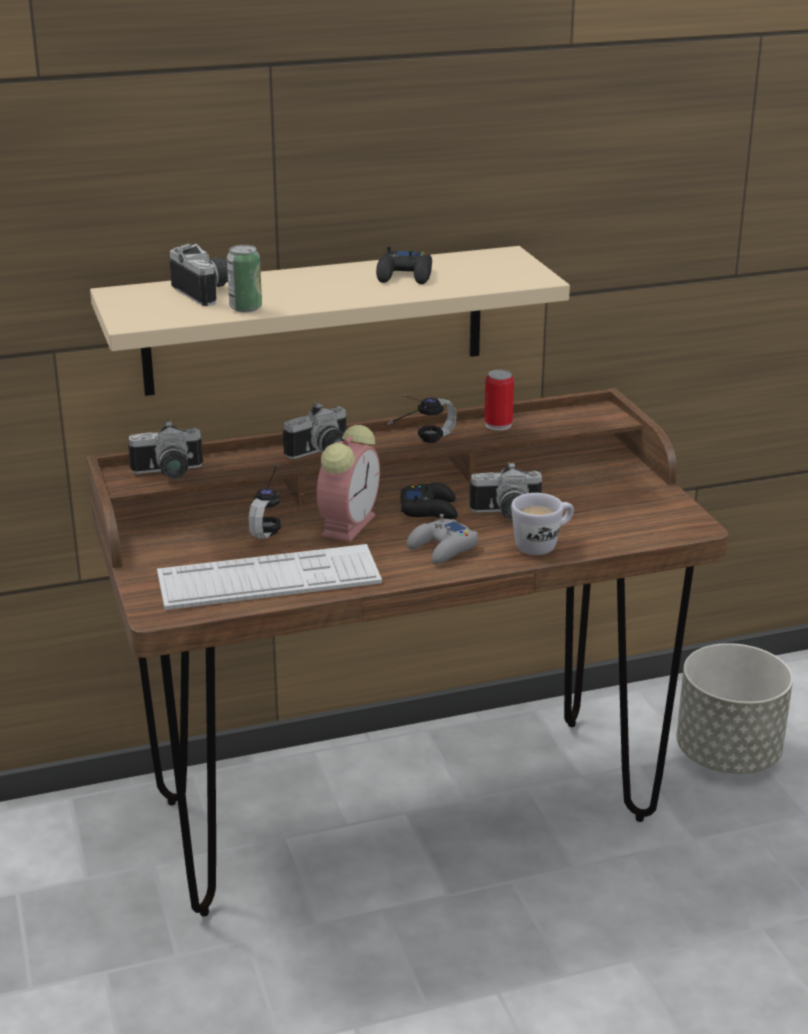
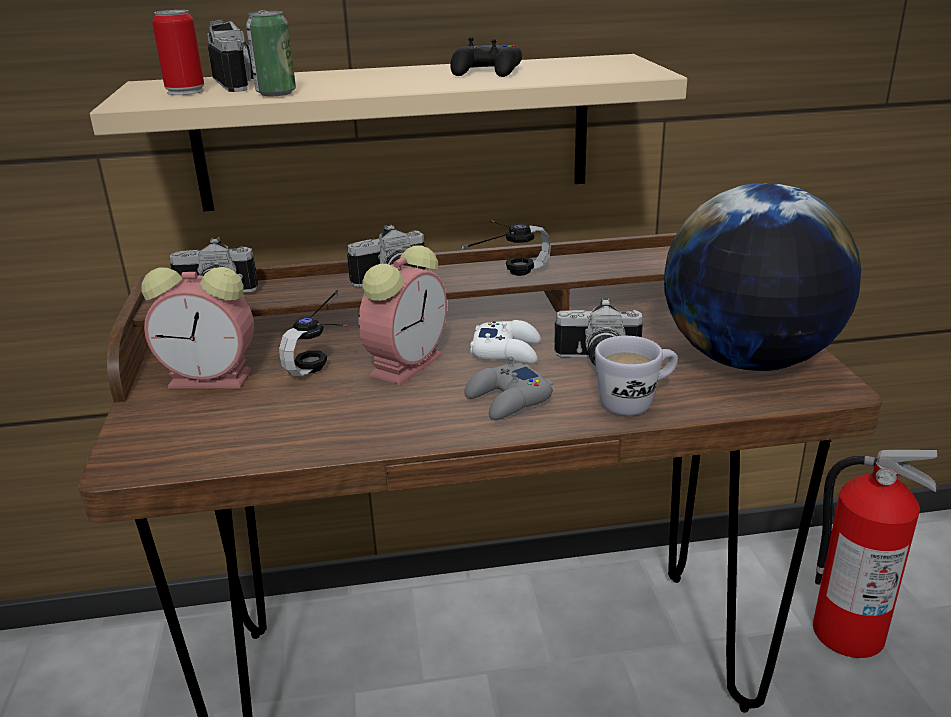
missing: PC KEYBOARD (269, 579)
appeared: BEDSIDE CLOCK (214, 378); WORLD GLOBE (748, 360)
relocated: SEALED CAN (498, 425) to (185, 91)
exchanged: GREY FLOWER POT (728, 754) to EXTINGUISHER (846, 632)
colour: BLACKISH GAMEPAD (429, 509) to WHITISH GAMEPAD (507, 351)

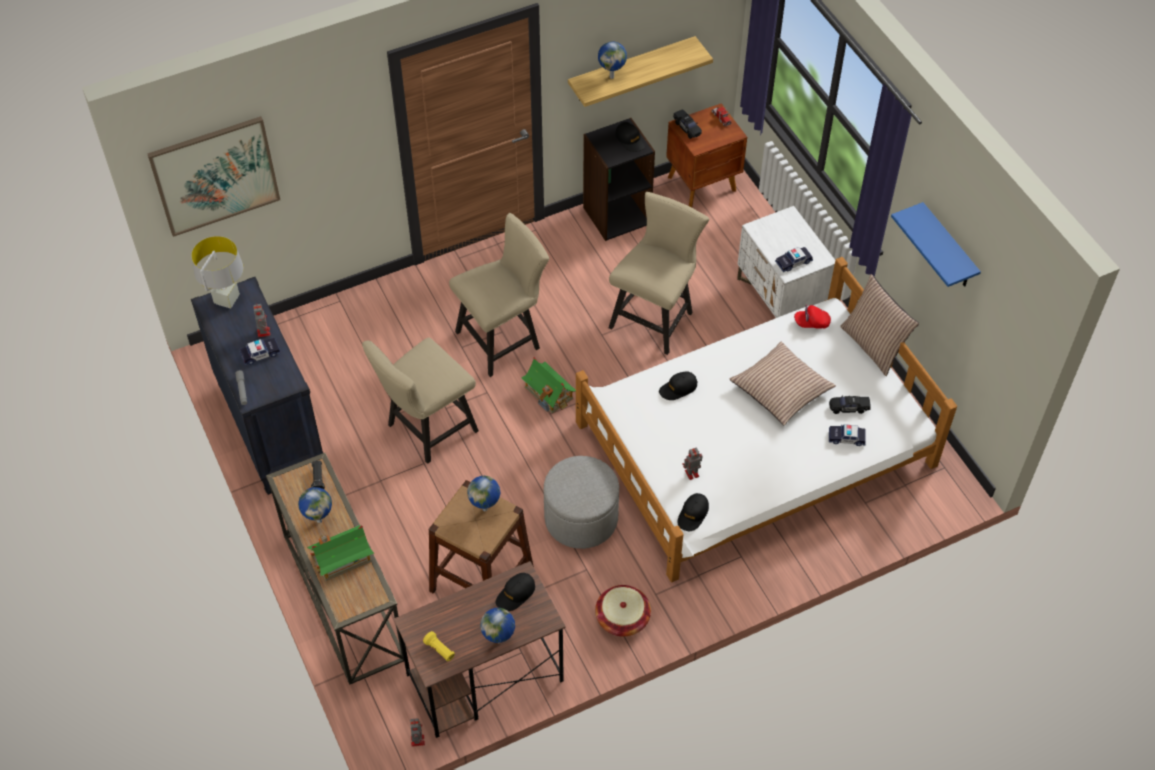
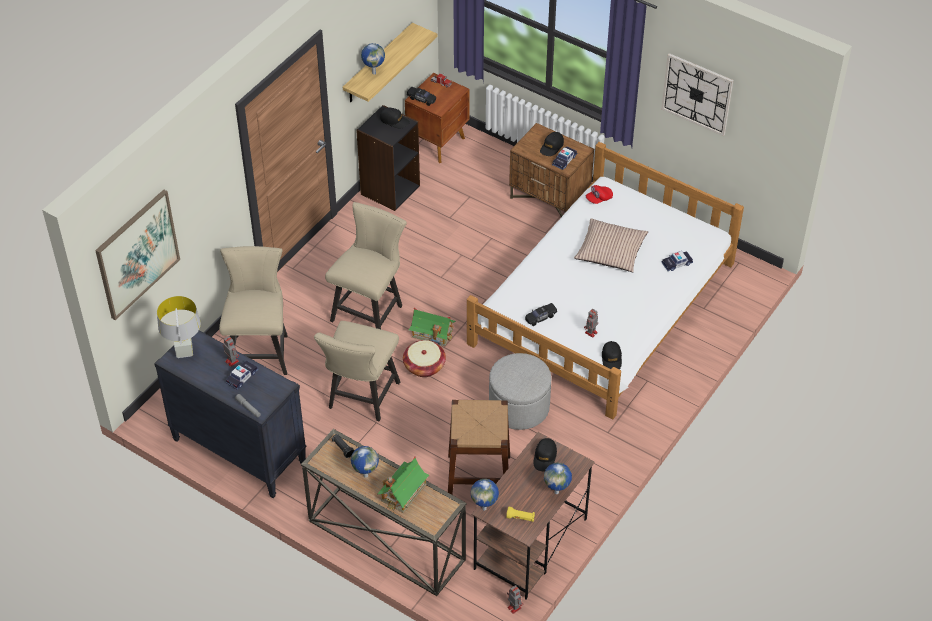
missing: PILLOW (873, 346)
relocated: BEIGE-COLOURED CHAIR (655, 317) to (260, 350); HOUSEHOLD BASKET (622, 618) to (424, 366); WORLD GLOBE (486, 509) to (485, 508); BLACKISH MODEL CAR (848, 407) to (540, 317); BLACKISH PEAKED CAP (678, 388) to (551, 147)
exchanged: BLUE-COLOURED BRACKET SHELF (948, 248) to CLOCK ON THE WALL (697, 94)
colour: WHITISH BEDSIDE TABLE (781, 298) to BROWNISH BEDSIDE TABLE (550, 198)

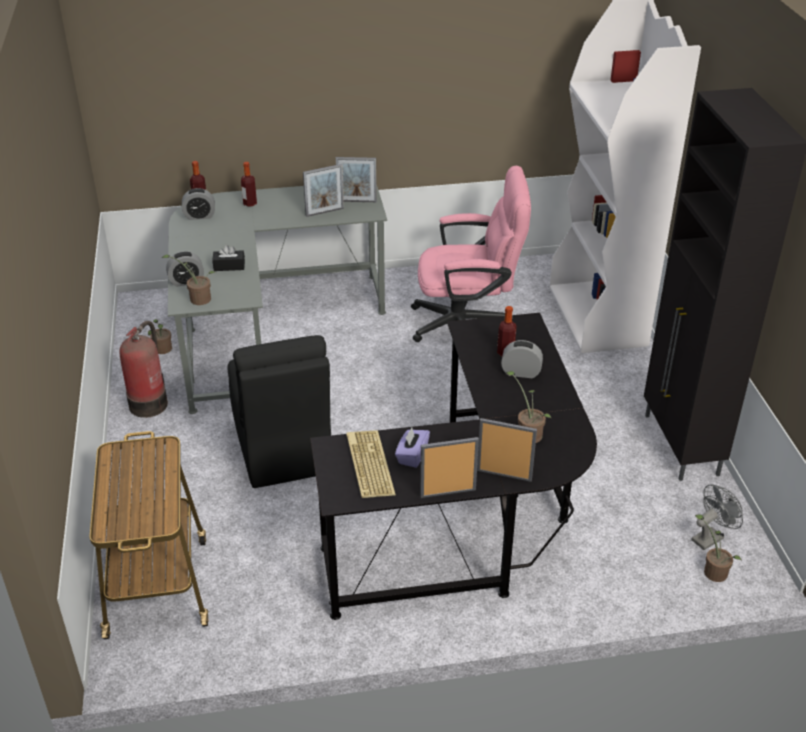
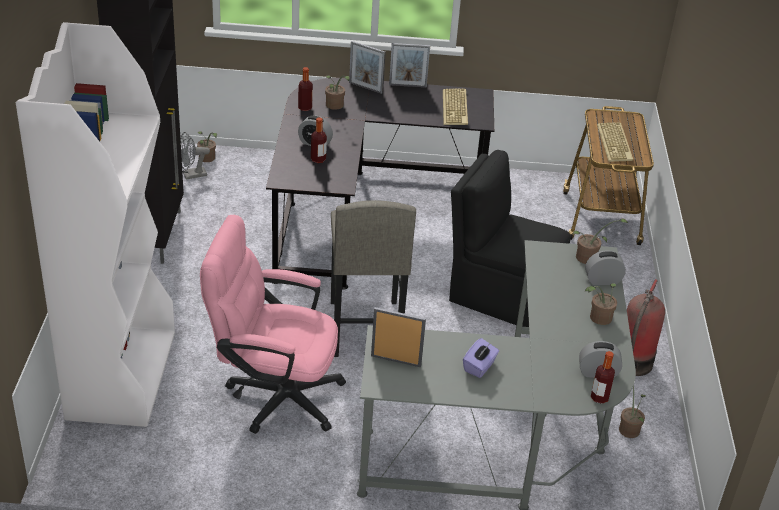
missing: BLACKISH BOX OF TISSUES (229, 266); PICTURE FRAME (324, 212)
appeared: GREY SITTING STOOL (364, 328); HOUSEPLANT (598, 318); PC KEYBOARD (615, 143)
relocated: DRINK BOTTLE (250, 203) to (305, 108); PURPLE BOX OF TISSUES (412, 456) to (479, 367)
spun: BLACKISH CHAIR (282, 450) = (502, 295) 60 degrees counterclockwise

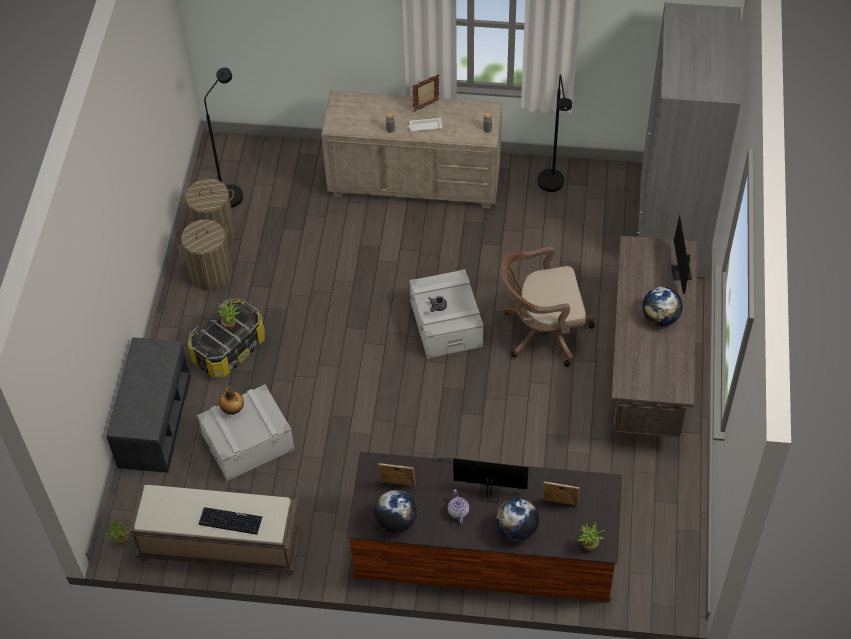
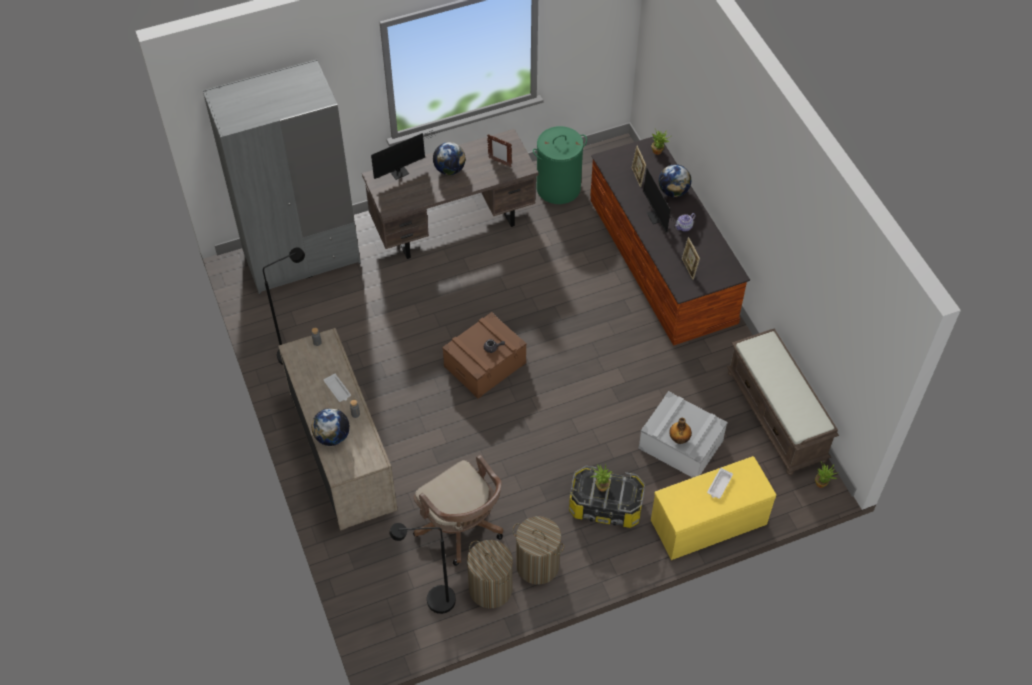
missing: PC KEYBOARD (230, 521)
appeared: GREENISH HAMPER (558, 188); WHITISH CARRYING TRAY (719, 485)
relocated: WORLD GLOBE (396, 521) to (332, 437); BROWNISH DESK CHAIR (541, 332) to (462, 528); PICTURE FRAME (426, 106) to (499, 162)
colour: GREY STORAGE CONTAINER (446, 324) to BROWNISH STORAGE CONTAINER (485, 364); GREY LONG SEAT (154, 420) to YELLOW-COLOURED LONG SEAT (708, 523)

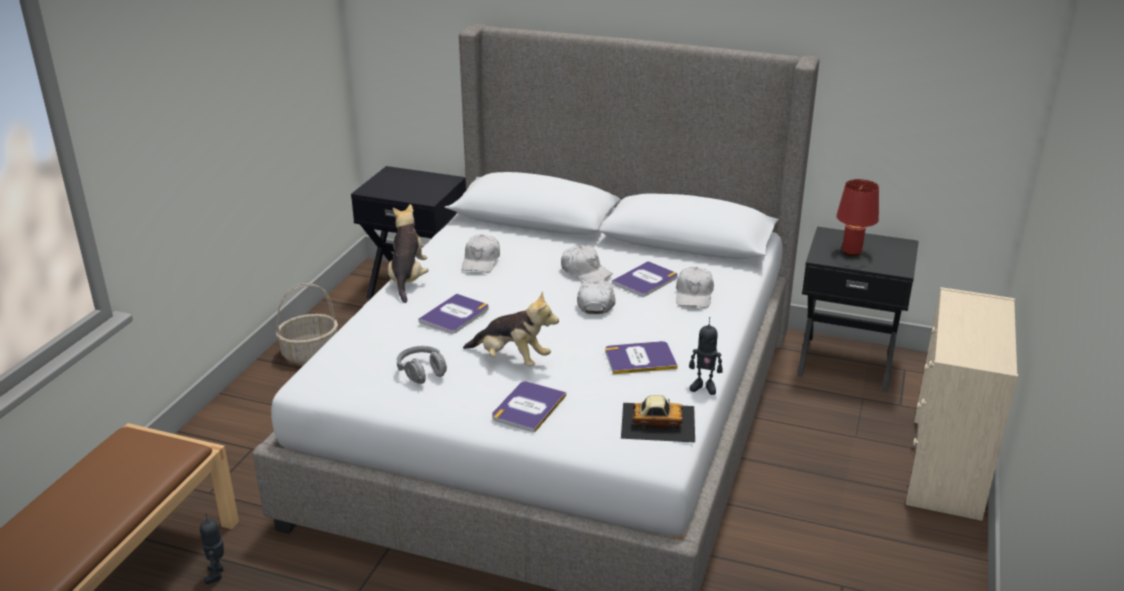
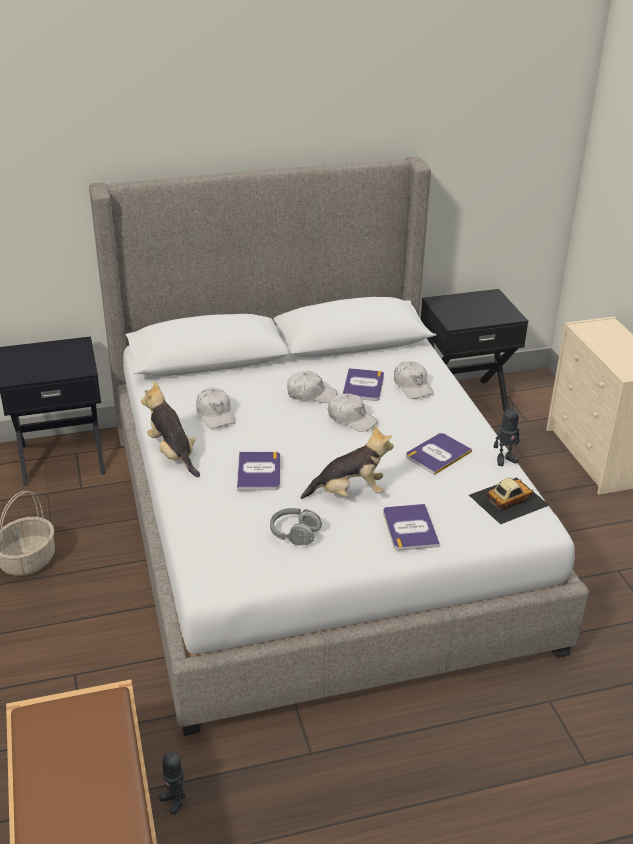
missing: RED-COLOURED LAMP FOR A TABLE (852, 252)
spun: WHITISH PEAKED CAP (596, 303) = (352, 419) 150 degrees clockwise

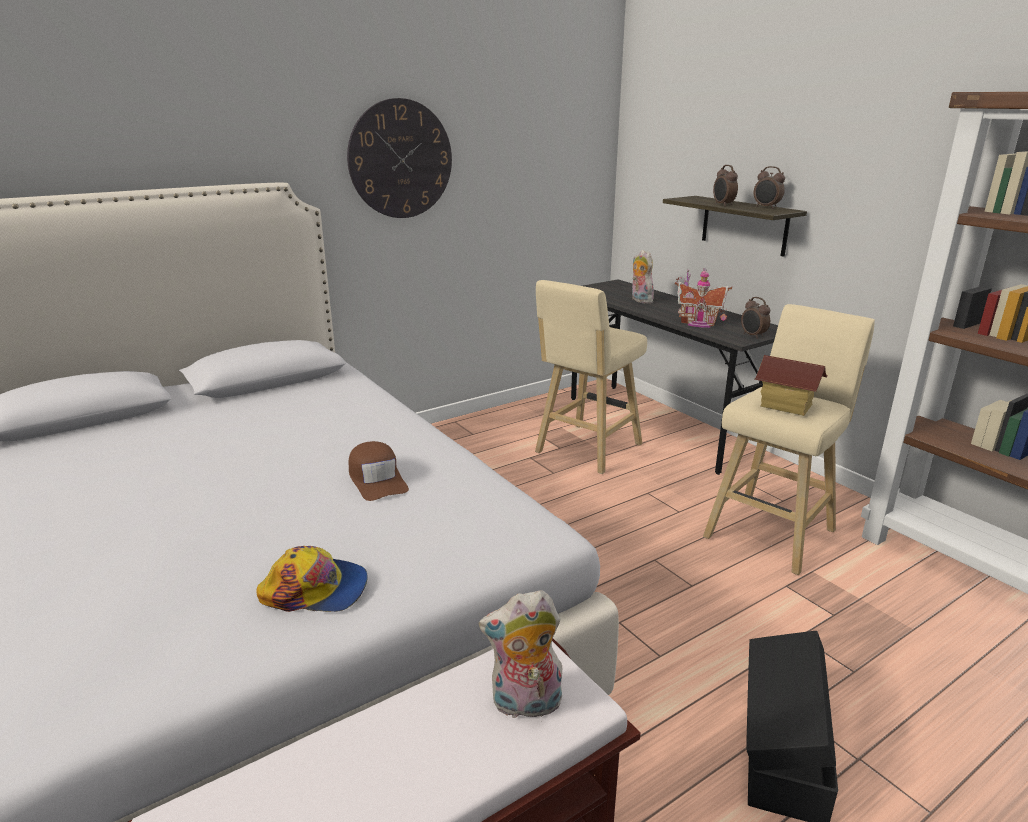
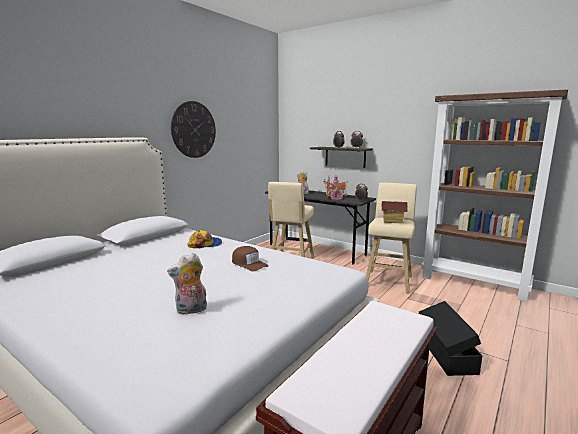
relocated: SOFT TOY (525, 705) to (191, 310); PEAKED CAP (316, 590) to (205, 244)

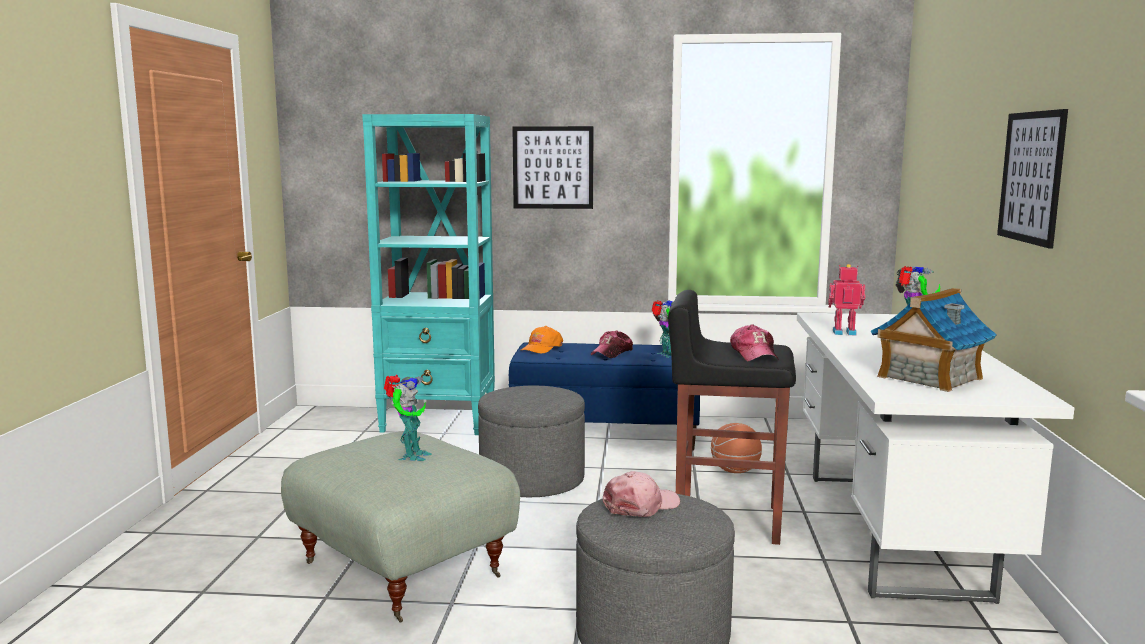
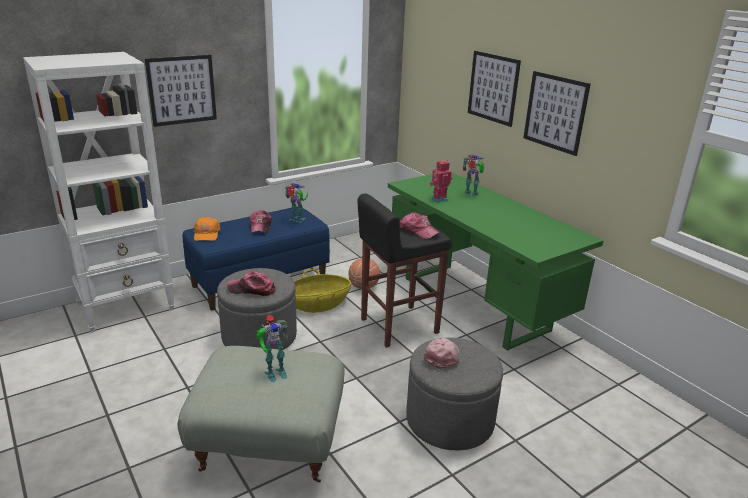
missing: MODEL HOUSE (929, 377)
appeared: PEAKED CAP (252, 290); HOUSEHOLD BASKET (318, 304); PICTURE (493, 88)
colour: TURQUOISE-COLOURED BOOKCASE (439, 421) to WHITISH BOOKCASE (127, 306); WHITISH DESK TABLE (893, 531) to GREENISH DESK TABLE (474, 303)
spun: TOY ROBOT (410, 456) = (274, 372) 90 degrees clockwise

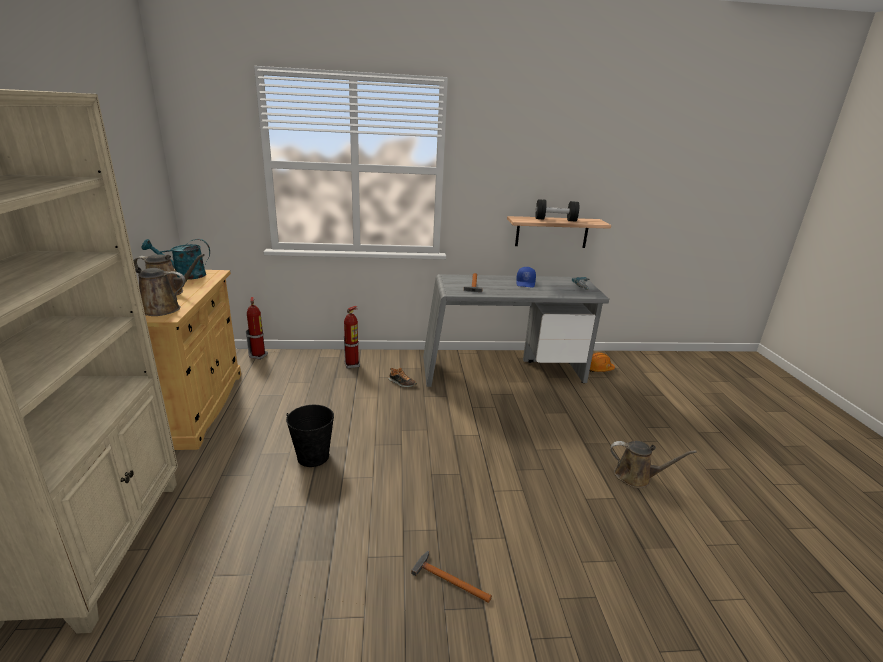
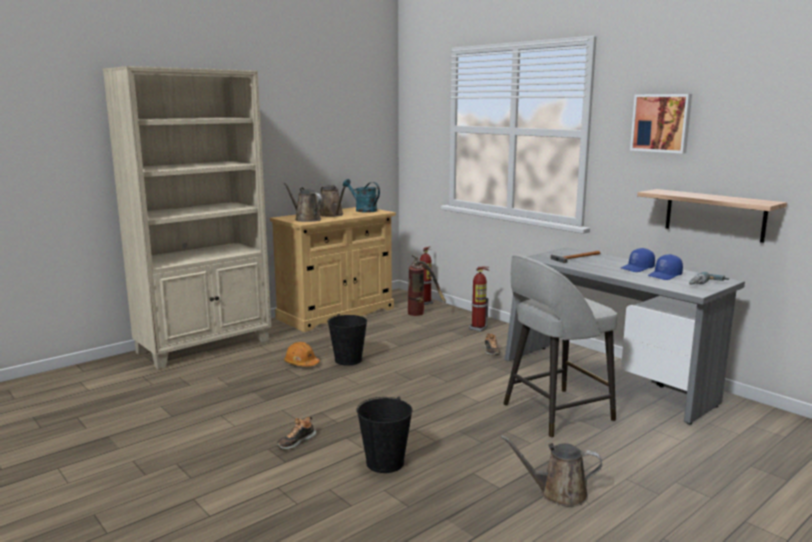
missing: BLACKISH HAND WEIGHT (555, 220)
appeared: BLACKISH PAIL (385, 463); EXTINGUISHER (422, 313); GREY SITTING STOOL (554, 413); PICTURE (661, 123); BLUE-COLOURED PEAKED CAP (665, 276)
relocated: ORANGE-COLOURED WORK HELMET (598, 369) to (301, 363)
exchanged: HAMMER (448, 579) to ITEM OF FOOTWEAR (296, 441)
spun: BROWNISH SPRINKLING CAN (636, 477) = (558, 493) 120 degrees clockwise

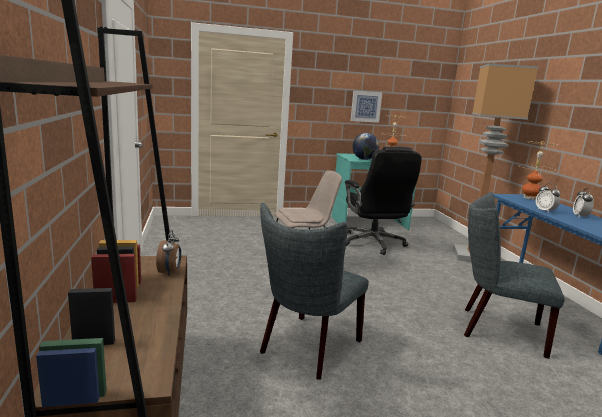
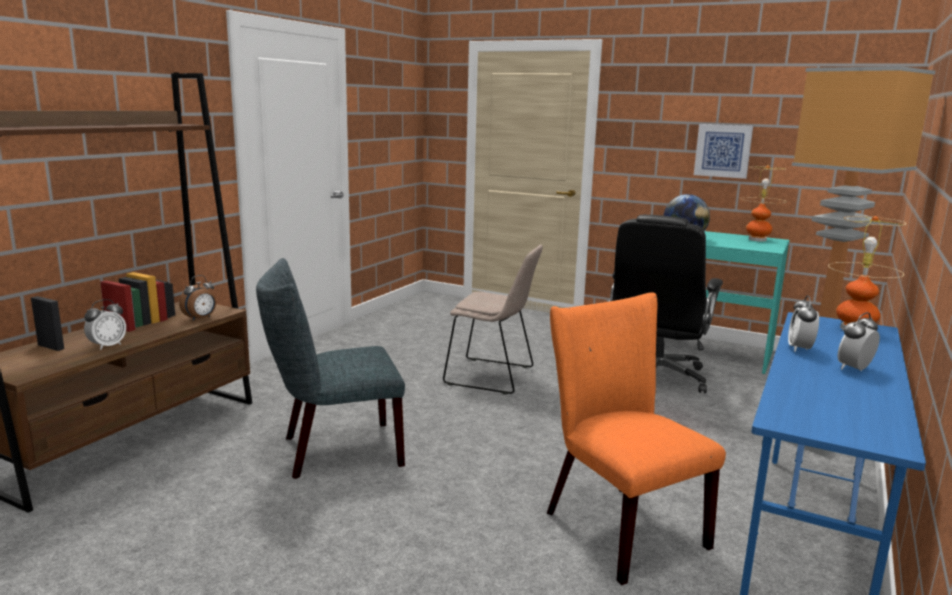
appeared: BEDSIDE CLOCK (107, 346)
colour: GREY CHAIR (496, 329) to ORANGE-COLOURED CHAIR (616, 525)

